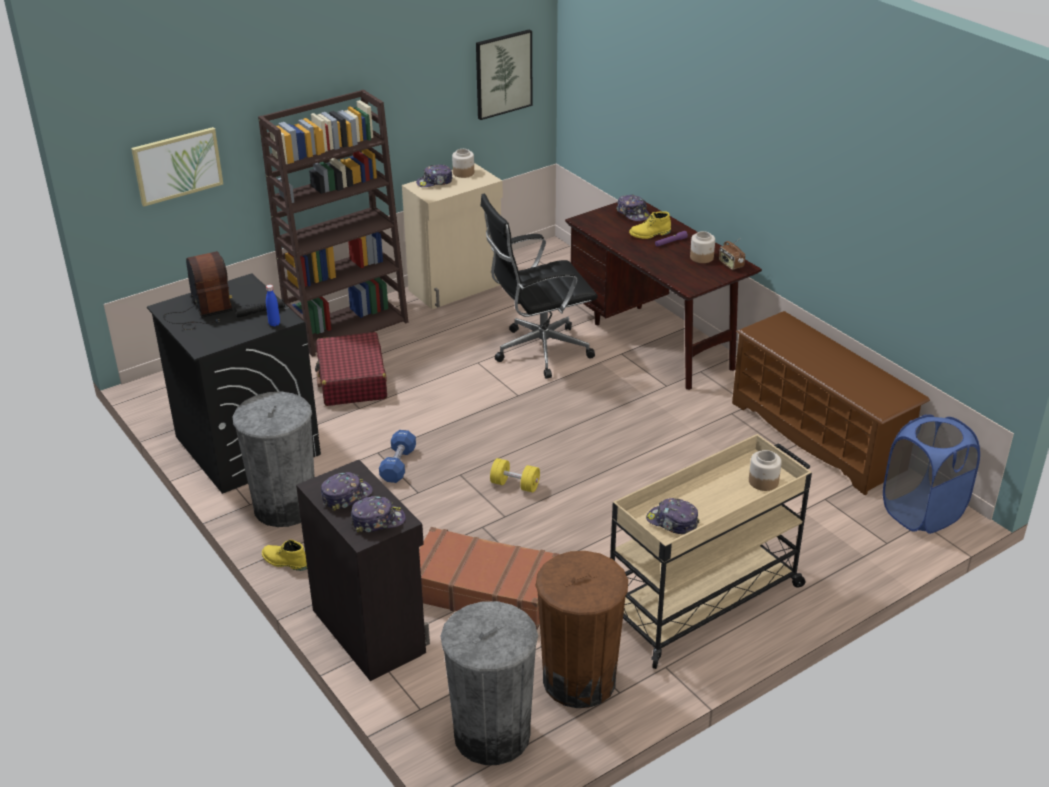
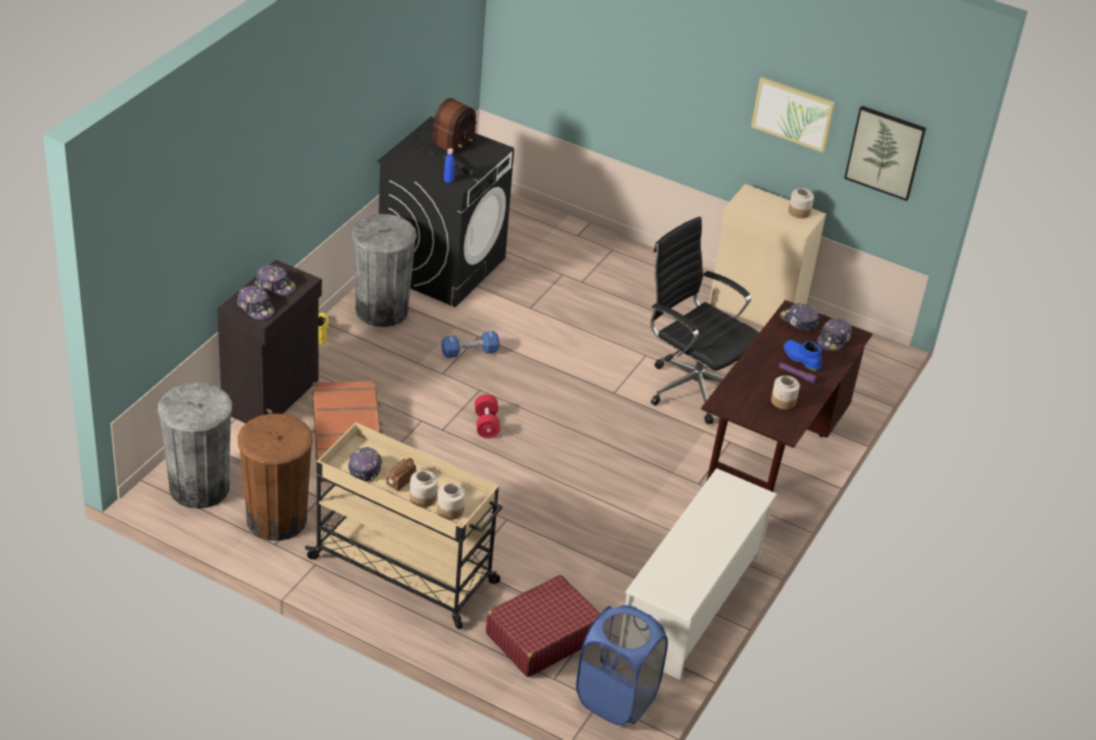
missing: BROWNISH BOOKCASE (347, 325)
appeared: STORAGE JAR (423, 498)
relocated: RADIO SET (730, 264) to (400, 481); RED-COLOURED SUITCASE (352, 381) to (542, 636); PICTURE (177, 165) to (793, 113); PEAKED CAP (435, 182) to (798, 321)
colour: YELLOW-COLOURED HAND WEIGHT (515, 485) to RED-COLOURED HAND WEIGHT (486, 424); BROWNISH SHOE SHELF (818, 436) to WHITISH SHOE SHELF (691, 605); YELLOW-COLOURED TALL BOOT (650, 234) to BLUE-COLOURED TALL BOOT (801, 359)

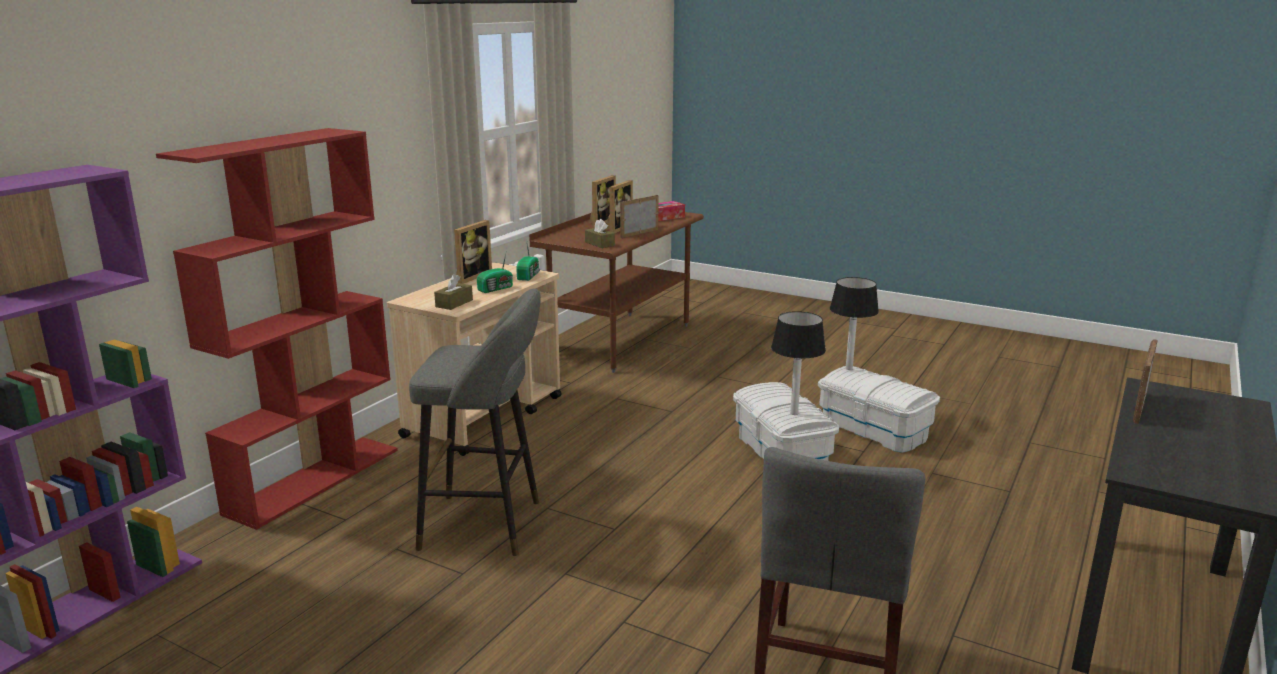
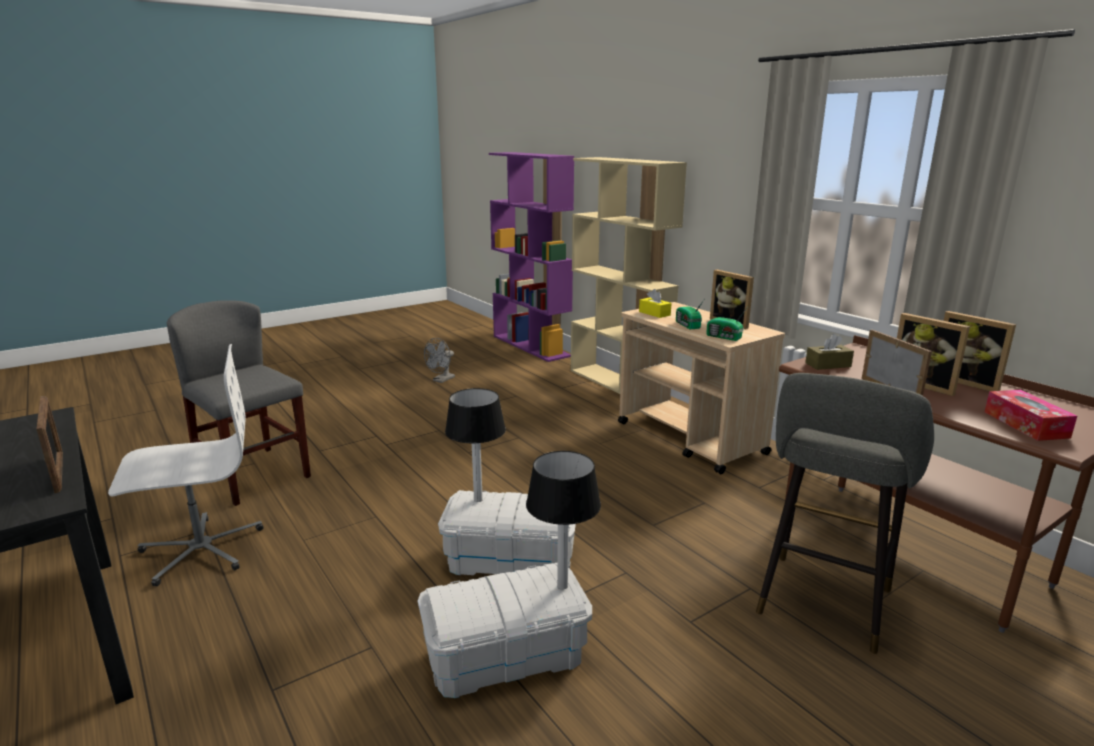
appeared: WHITISH DESK CHAIR (201, 549); GREY ELECTRIC FAN (441, 380)
relocated: GREY SITTING STOOL (488, 525) to (822, 606)
colour: RED-COLOURED BOOKCASE (314, 480) to BEIGE-COLOURED BOOKCASE (619, 384); BROWNISH BOX OF TISSUES (454, 303) to YELLOW-COLOURED BOX OF TISSUES (654, 313)

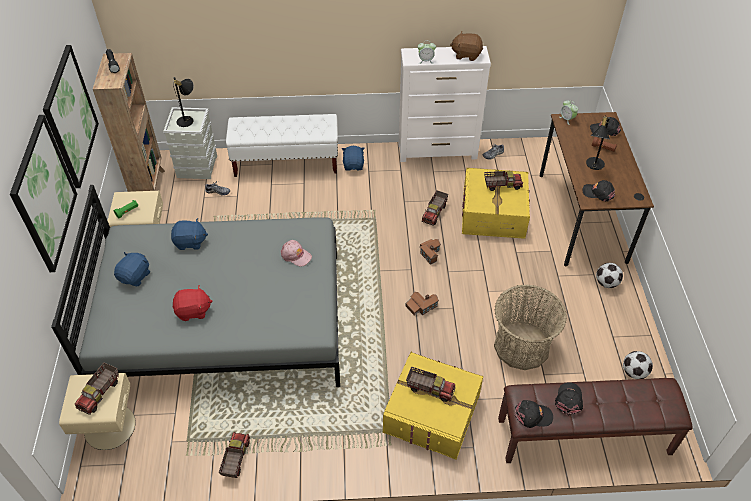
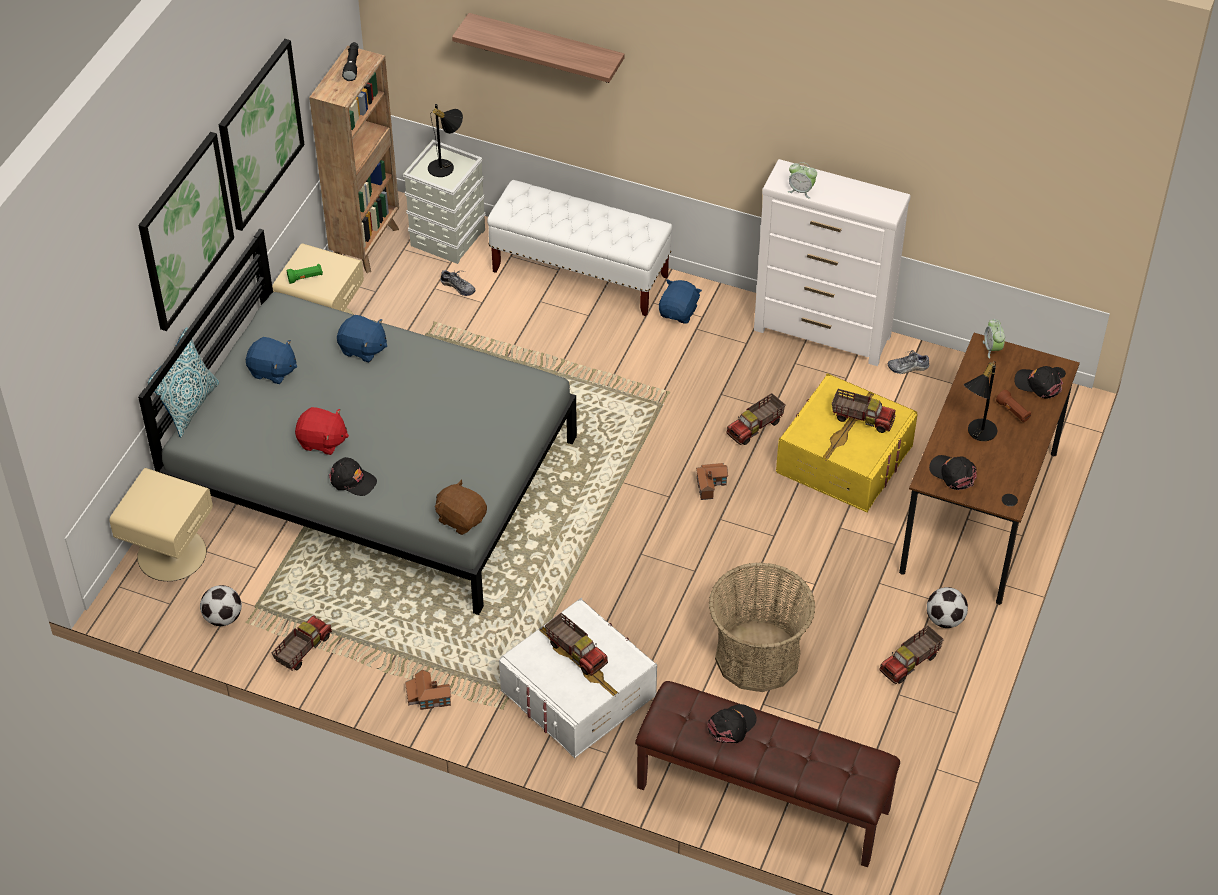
missing: PINKISH PEAKED CAP (296, 255)
appeared: PILLOW (189, 406); BRACKET SHELF (546, 49)
relocated: BALL FOR FOOTBALL (634, 372) to (223, 617); BLACKISH PEAKED CAP (533, 415) to (352, 480); MODEL HOUSE (421, 306) to (428, 696); BROWNISH SOFT TOY (466, 54) to (461, 518); TOY TRUCK (100, 393) to (910, 663)
colour: YELLOW-COLOURED STORAGE CONTAINER (431, 414) to WHITISH STORAGE CONTAINER (578, 693)
spun: BLUE-COLOURED SOFT TOY (135, 276) = (272, 371) 60 degrees clockwise

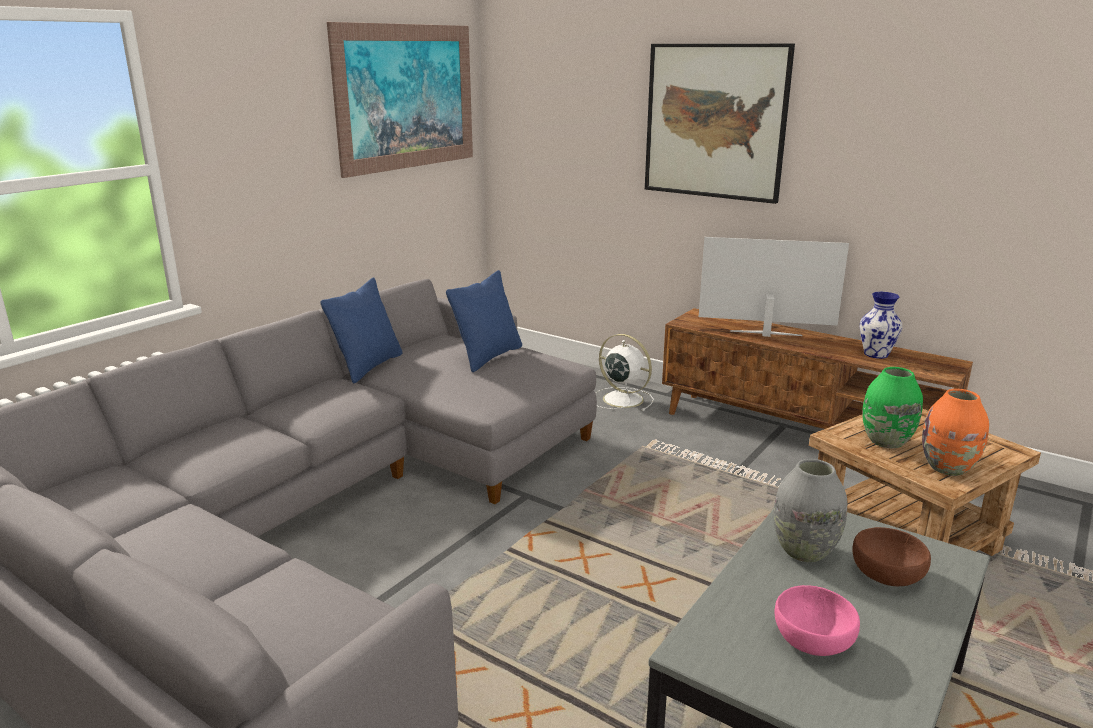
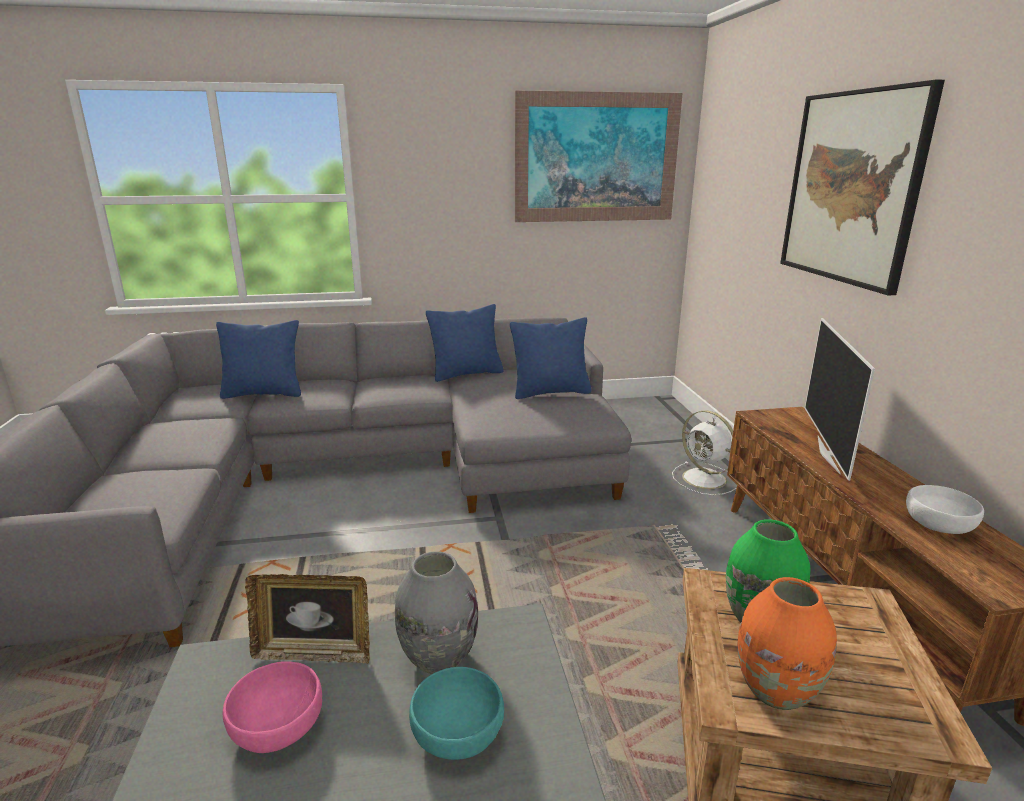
appeared: BLUE-COLOURED PILLOW (264, 393); PICTURE FRAME (314, 652)
exchanged: DECORATIVE VASE (876, 354) to WHITISH DEEP DISH (939, 525)
colour: BROWNISH DEEP DISH (885, 574) to TURQUOISE-COLOURED DEEP DISH (457, 732)
spun: WHITISH ELECTRIC FAN (621, 399) = (706, 479) 150 degrees clockwise; TV SET (766, 334) = (830, 454) 135 degrees counterclockwise

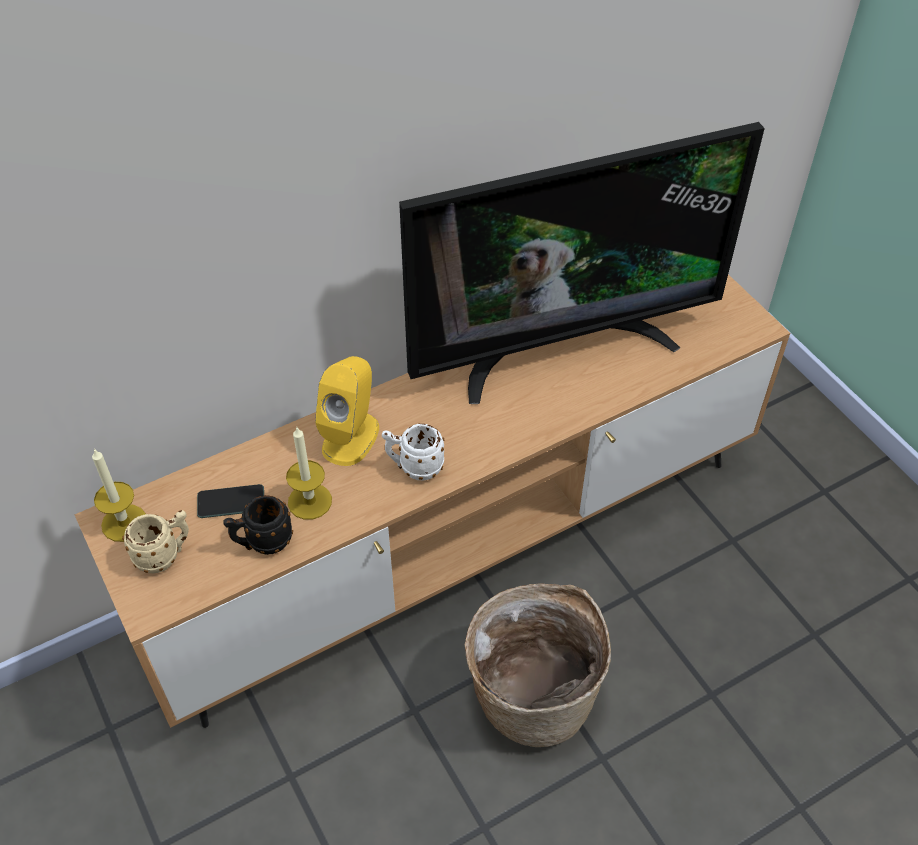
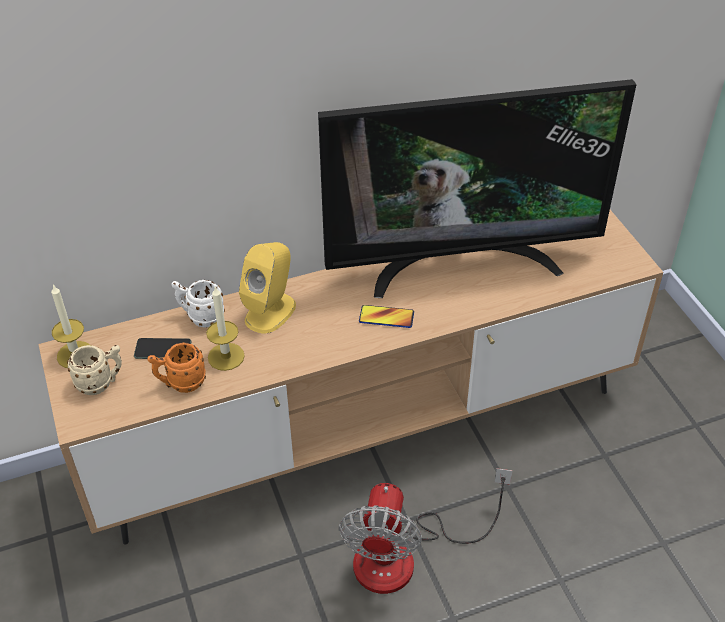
appeared: TELEPHONE (386, 317)
relocated: WHITISH COFFEE MUG (414, 467) to (201, 317)
exchanged: HOUSEHOLD BASKET (533, 692) to ELECTRIC FAN (404, 556)
colour: BLACKISH COFFEE MUG (262, 543) to ORANGE-COLOURED COFFEE MUG (180, 383)

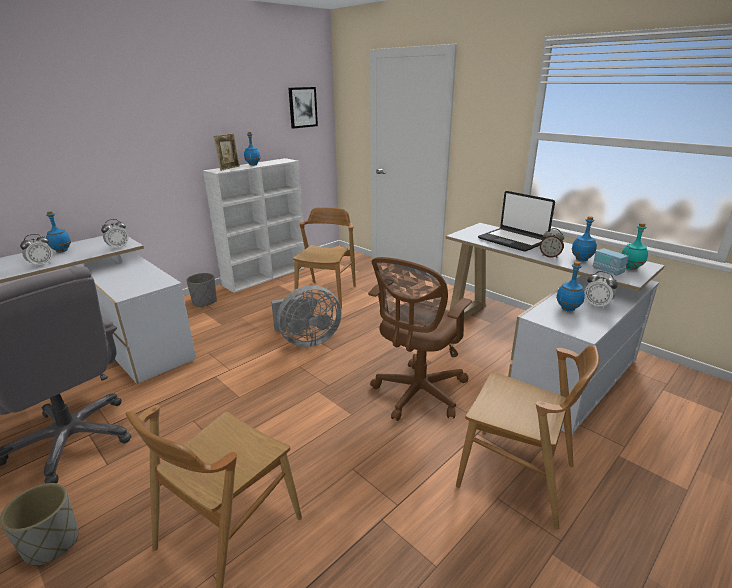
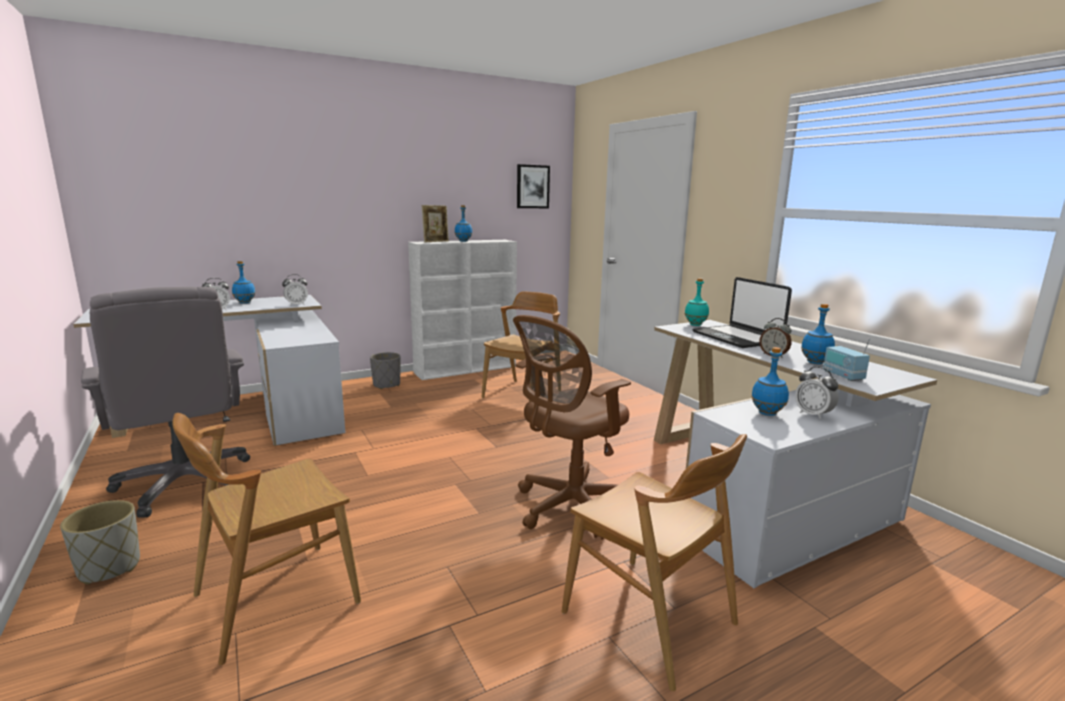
missing: GREY ELECTRIC FAN (307, 340)
relocated: TURQUOISE-COLOURED DRINK BOTTLE (631, 268) to (695, 325)

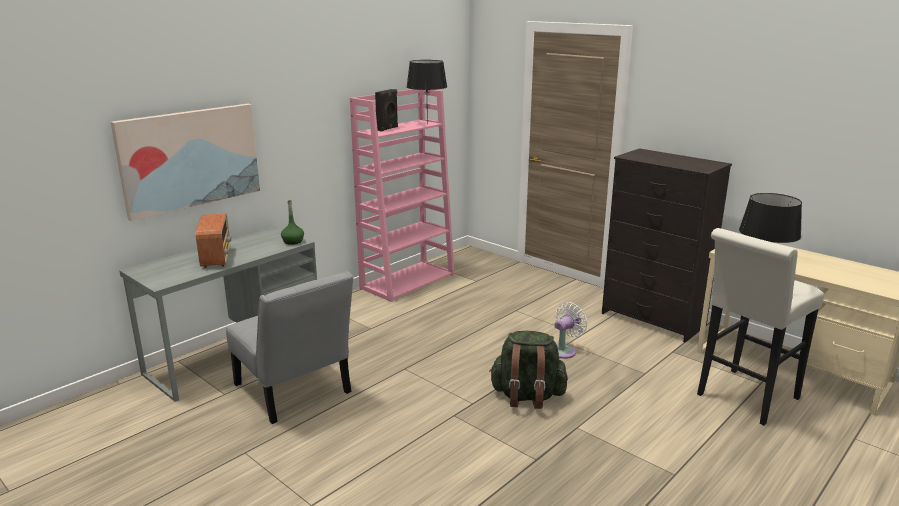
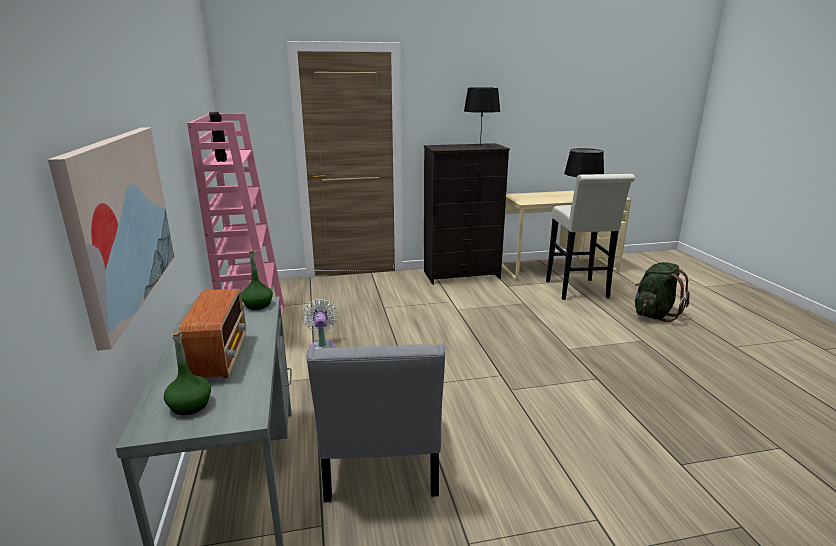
appeared: GREENISH DRINK BOTTLE (190, 406)
relocated: WHITISH ELECTRIC FAN (564, 350) to (322, 346); BLACKISH LAMP FOR A TABLE (427, 124) to (480, 145); GREENISH KNAPSACK (527, 396) to (654, 314)
spun: RADIO SET (216, 257) = (220, 357) 60 degrees clockwise; GREY CHAIR (295, 392) = (380, 465) 90 degrees clockwise

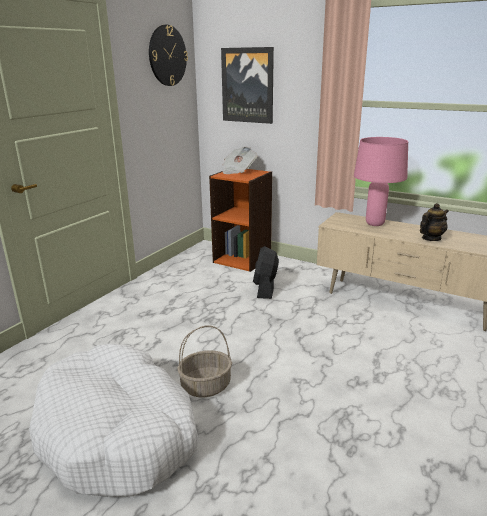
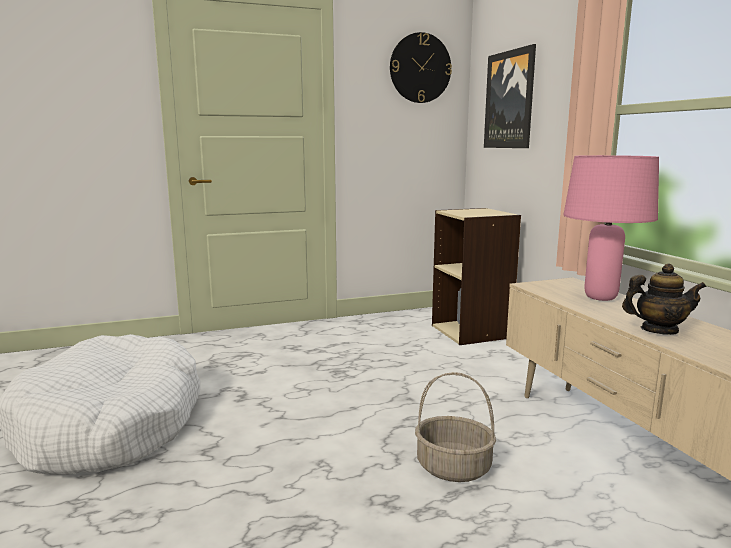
missing: DAILY PAPER (238, 170); BLACKISH ELECTRIC FAN (265, 288)
relocated: HOUSEHOLD BASKET (205, 386) to (452, 468)
colour: ORANGE-COLOURED BOOKCASE (242, 259) to BEIGE-COLOURED BOOKCASE (471, 331)

